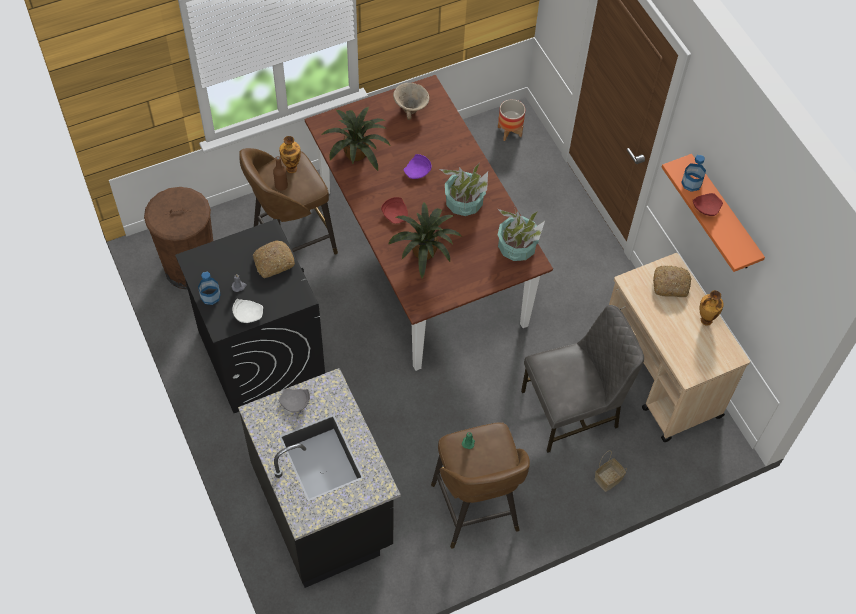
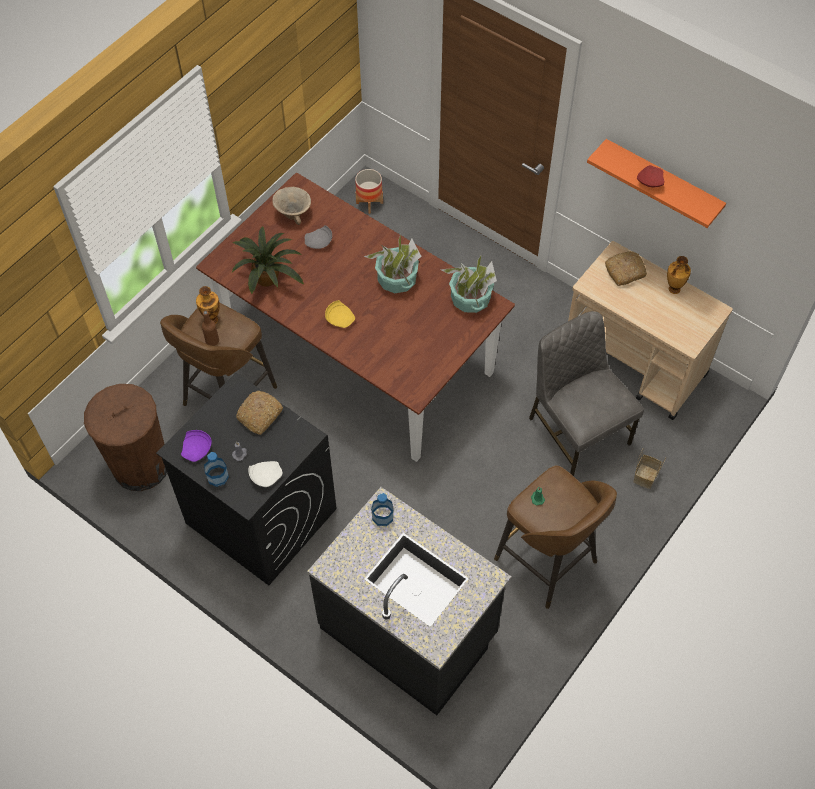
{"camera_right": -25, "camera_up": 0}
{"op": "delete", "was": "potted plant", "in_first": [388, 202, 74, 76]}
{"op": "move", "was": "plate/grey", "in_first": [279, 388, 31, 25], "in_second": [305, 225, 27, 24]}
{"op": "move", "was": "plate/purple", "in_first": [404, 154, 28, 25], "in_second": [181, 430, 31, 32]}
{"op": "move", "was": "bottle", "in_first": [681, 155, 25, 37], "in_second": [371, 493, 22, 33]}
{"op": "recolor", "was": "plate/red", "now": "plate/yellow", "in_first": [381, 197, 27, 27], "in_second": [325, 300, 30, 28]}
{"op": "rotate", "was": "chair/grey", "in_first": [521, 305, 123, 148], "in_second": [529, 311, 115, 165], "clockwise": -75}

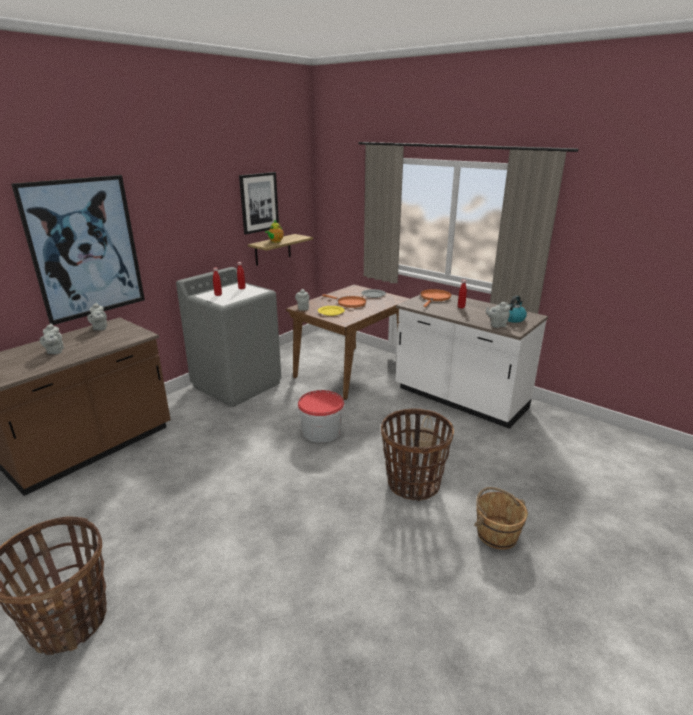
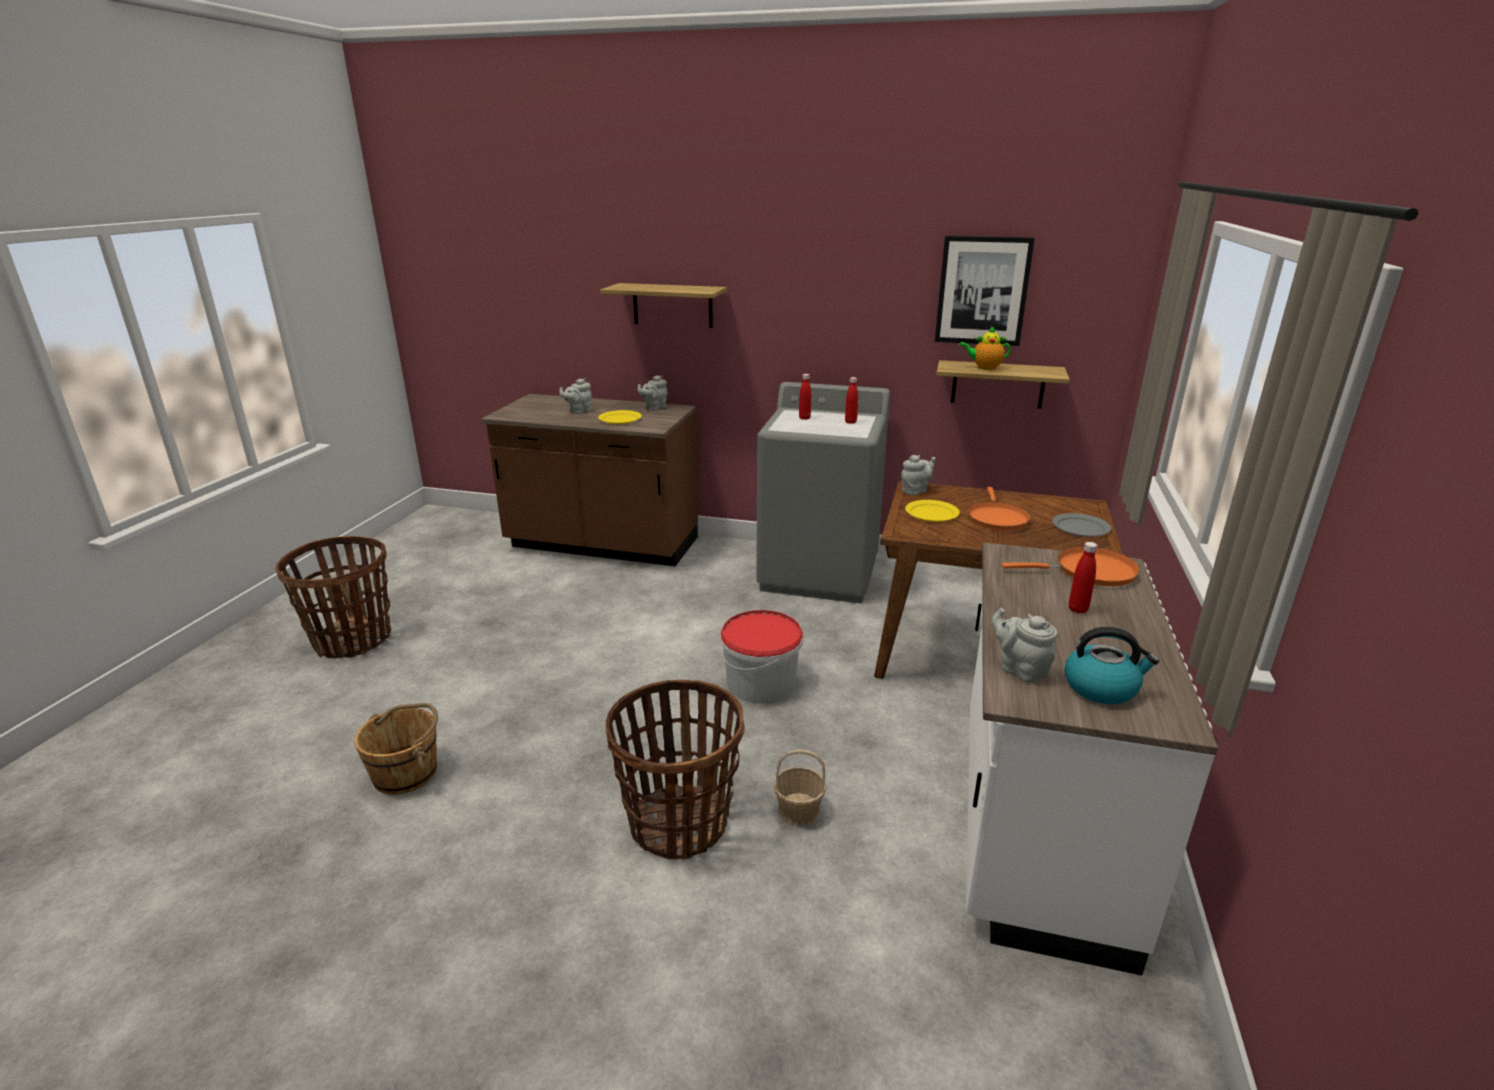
{"camera_right": 65, "camera_up": 0}
{"op": "insert", "now": "plate/yellow", "in_second": [598, 410, 44, 14]}
{"op": "move", "was": "bucket/brown", "in_first": [474, 487, 54, 63], "in_second": [354, 703, 84, 92]}
{"op": "replace", "was": "picture", "now": "shelf", "in_first": [11, 175, 134, 150], "in_second": [600, 283, 127, 45]}

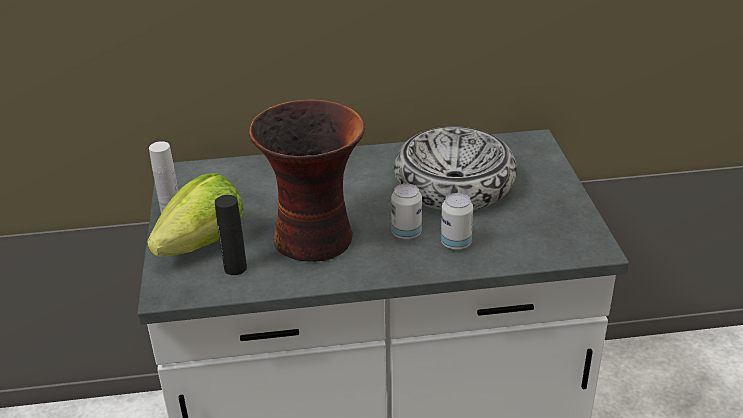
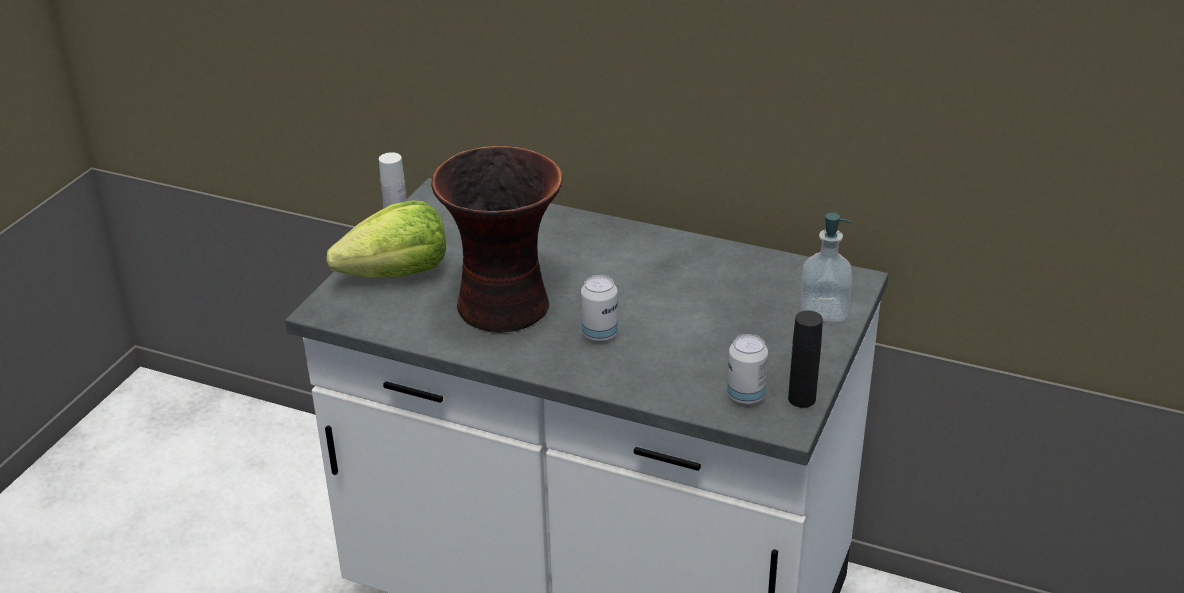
{"camera_right": 30, "camera_up": 0}
{"op": "delete", "was": "bowl", "in_first": [394, 126, 123, 84]}
{"op": "insert", "now": "soap dispenser", "in_second": [801, 213, 51, 109]}
{"op": "move", "was": "bottle/black", "in_first": [215, 195, 32, 80], "in_second": [788, 310, 35, 98]}
{"op": "move", "was": "can", "in_first": [441, 193, 32, 57], "in_second": [727, 334, 41, 71]}

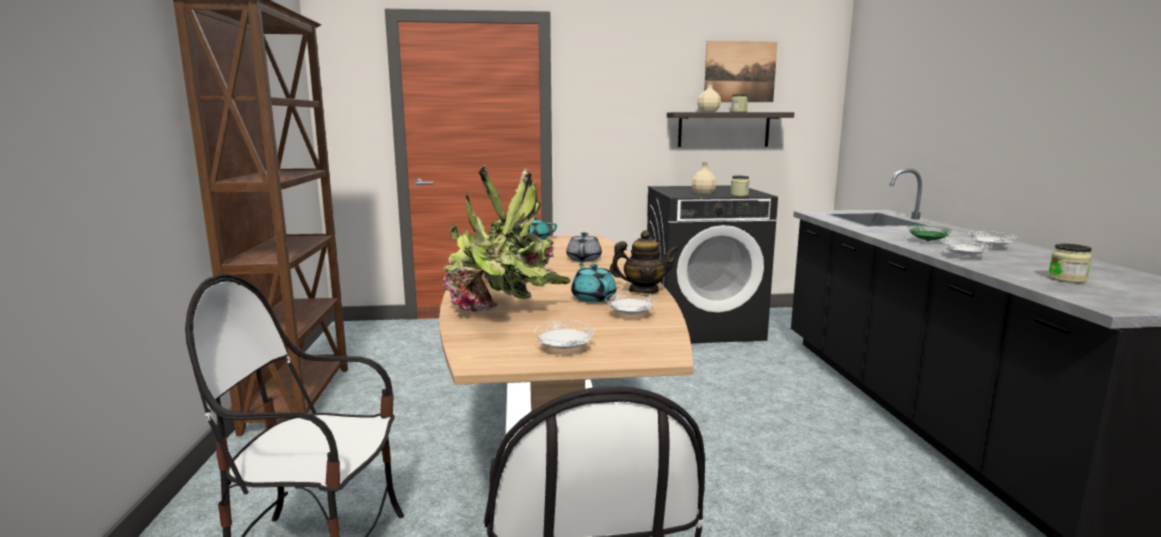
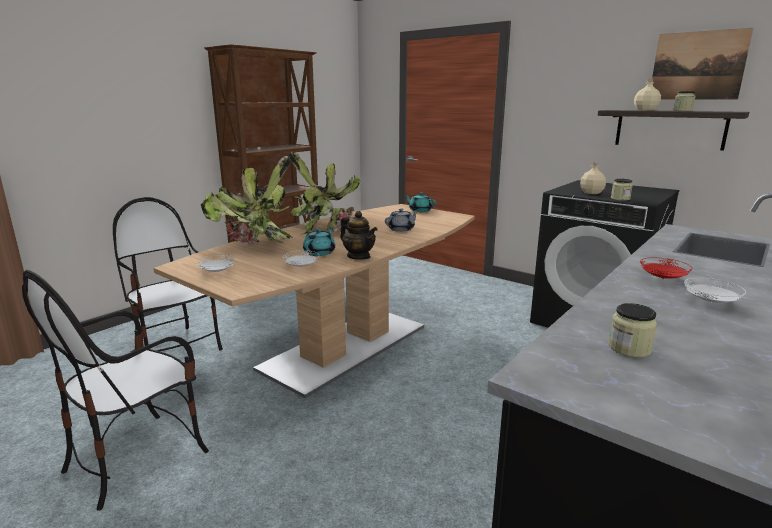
{"camera_right": 45, "camera_up": 5}
{"op": "delete", "was": "plate/white", "in_first": [941, 238, 51, 19]}
{"op": "recolor", "was": "plate/green", "now": "plate/red", "in_first": [908, 226, 44, 16], "in_second": [640, 257, 52, 22]}

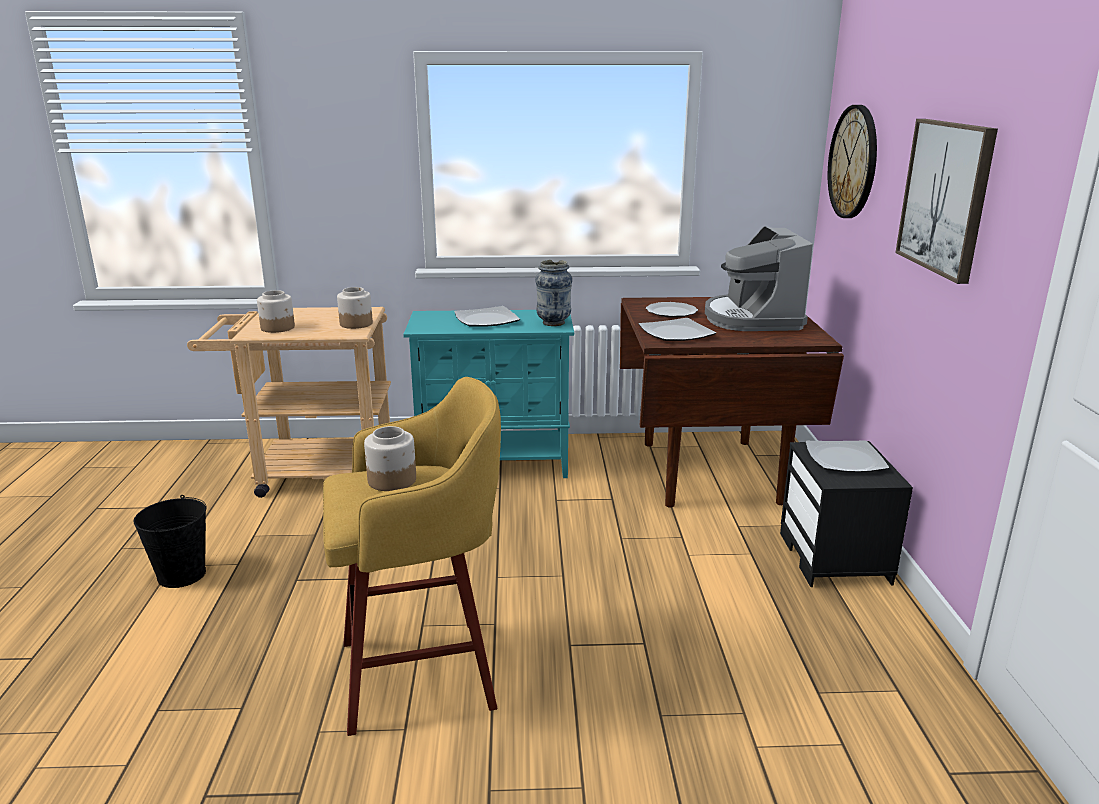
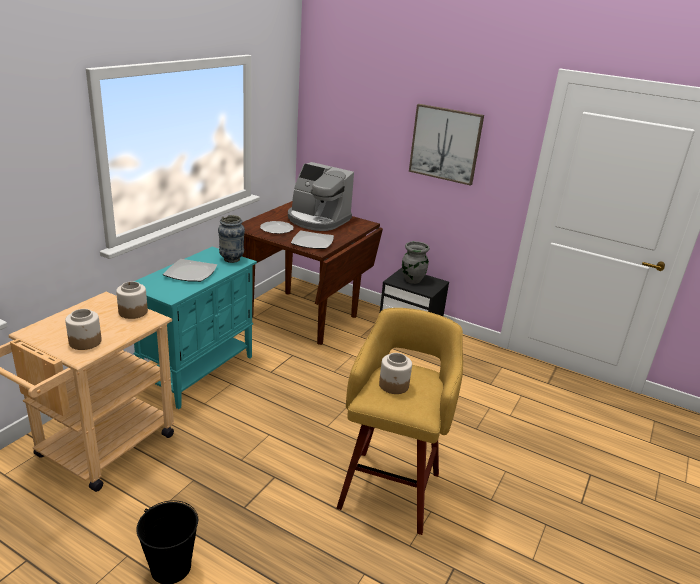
{"camera_right": -60, "camera_up": 5}
{"op": "delete", "was": "wall clock", "in_first": [828, 105, 49, 113]}
{"op": "replace", "was": "plate", "now": "vase/grey", "in_first": [805, 441, 84, 31], "in_second": [402, 241, 28, 43]}

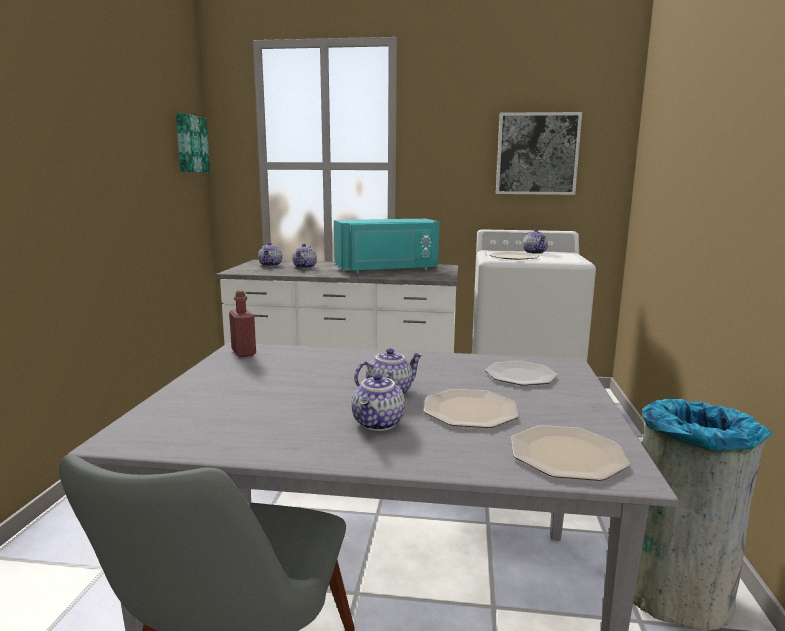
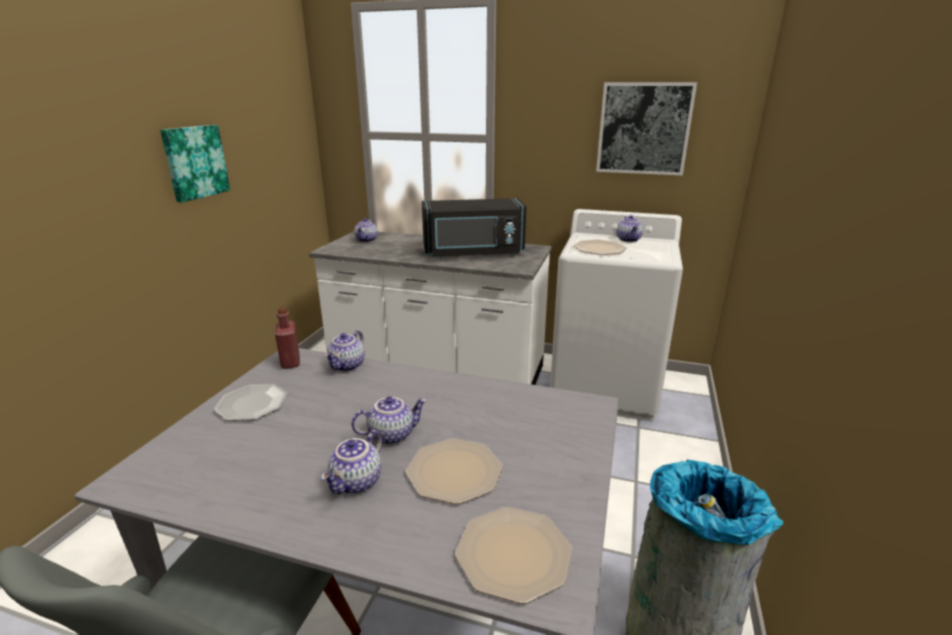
{"camera_right": 10, "camera_up": 10}
{"op": "move", "was": "picture", "in_first": [176, 113, 34, 59], "in_second": [160, 125, 70, 78]}
{"op": "move", "was": "teapot", "in_first": [292, 244, 25, 25], "in_second": [325, 330, 40, 42]}
{"op": "move", "was": "plate", "in_first": [485, 361, 73, 25], "in_second": [214, 384, 74, 37]}
{"op": "recolor", "was": "microwave/turquoise", "now": "microwave/black", "in_first": [334, 219, 105, 54], "in_second": [422, 198, 105, 60]}

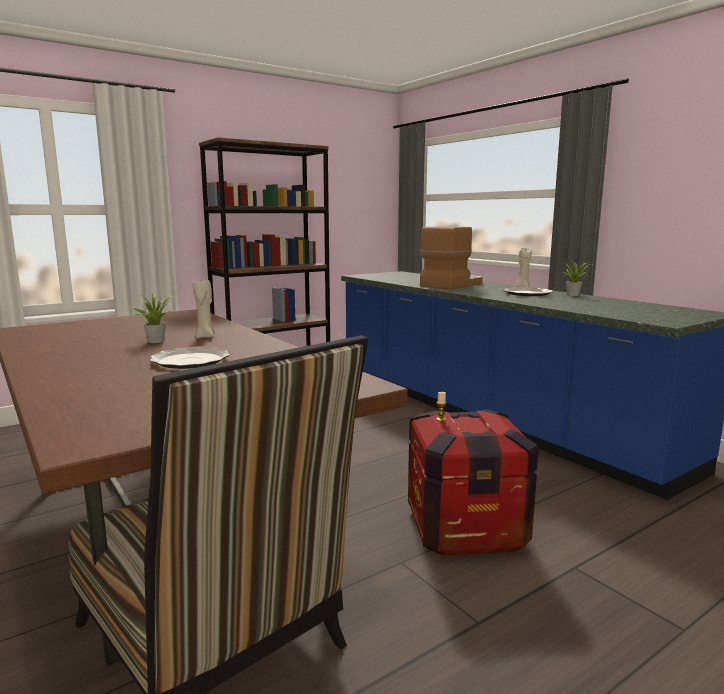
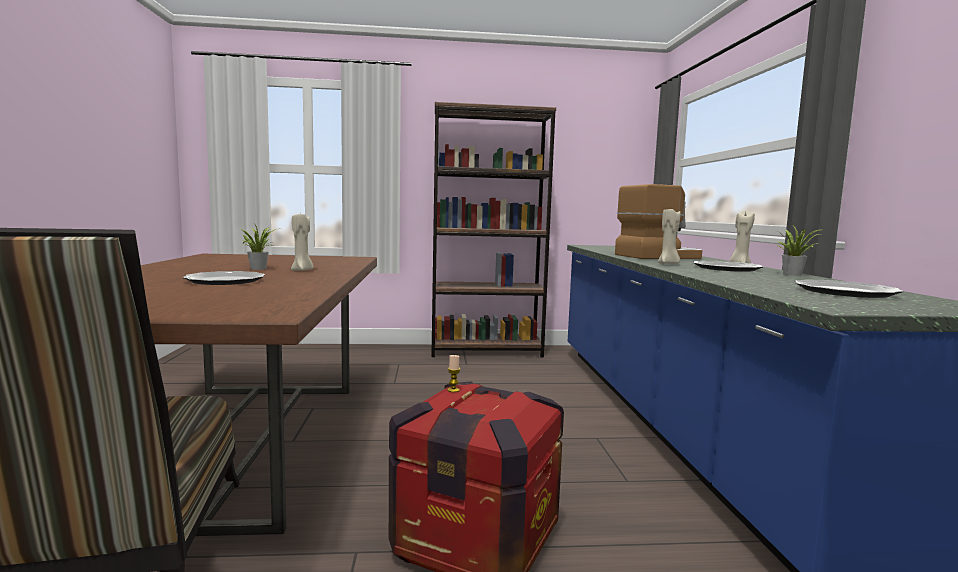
{"camera_right": 30, "camera_up": -5}
{"op": "insert", "now": "candle/beige", "in_second": [658, 209, 23, 55]}
{"op": "insert", "now": "plate", "in_second": [795, 279, 108, 19]}

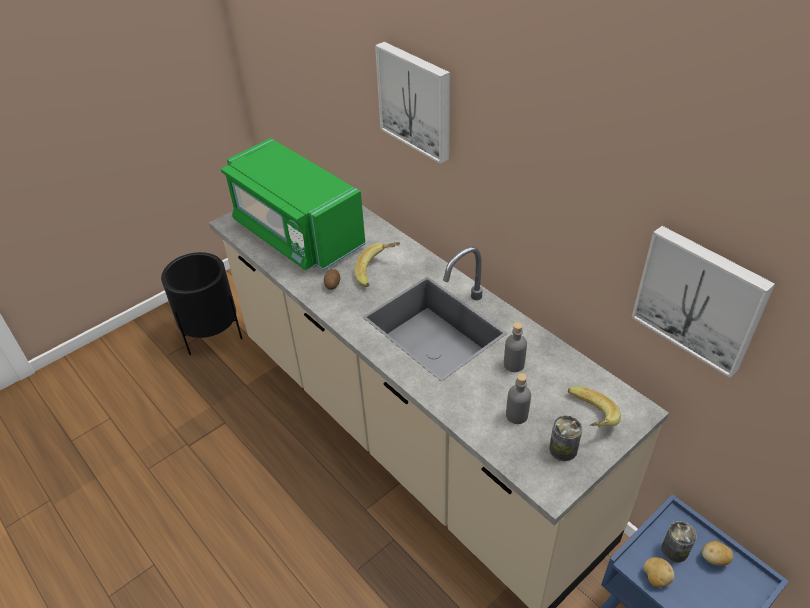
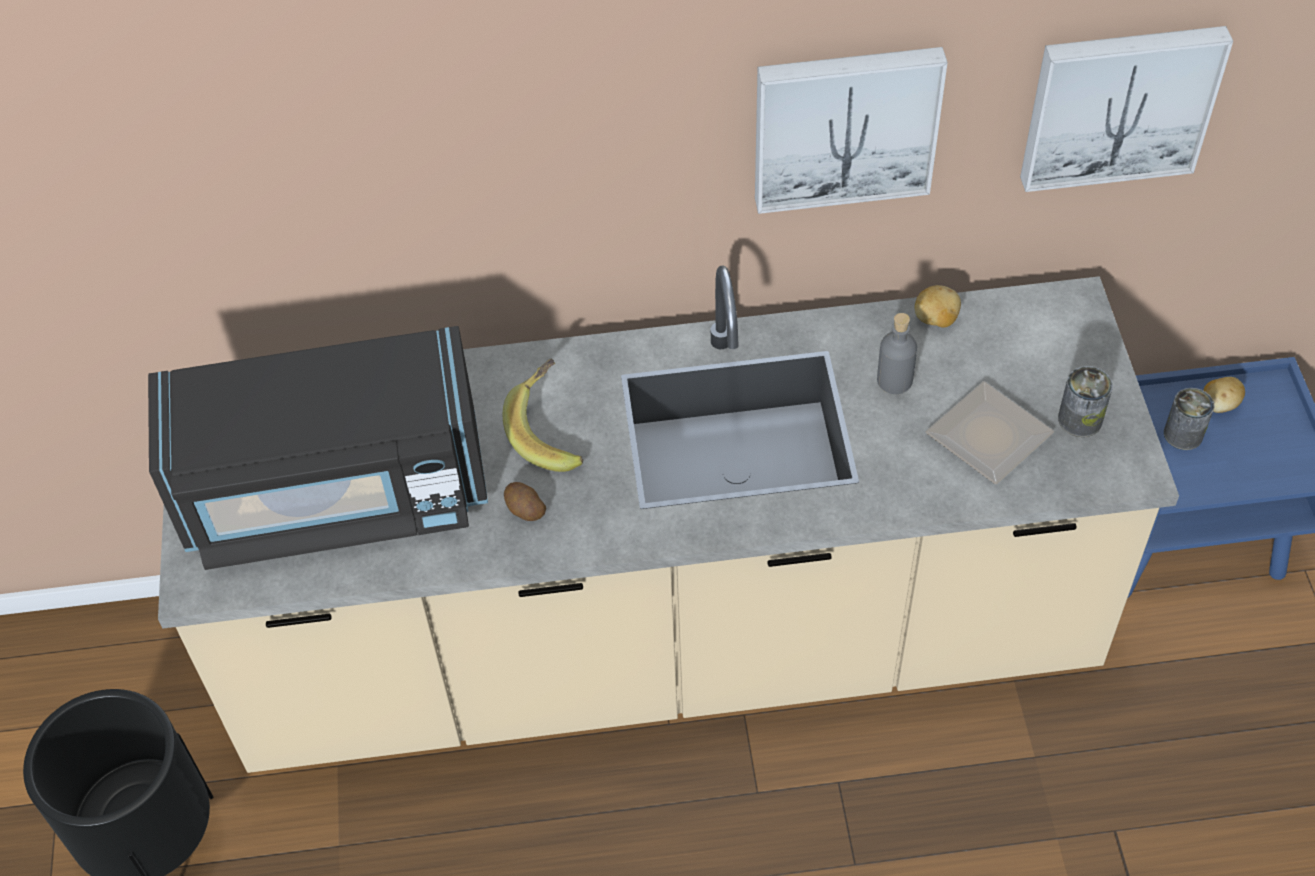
{"camera_right": -55, "camera_up": 10}
{"op": "delete", "was": "banana", "in_first": [568, 386, 53, 41]}
{"op": "move", "was": "picture", "in_first": [375, 42, 75, 122], "in_second": [755, 47, 193, 167]}
{"op": "move", "was": "potato", "in_first": [644, 557, 30, 30], "in_second": [915, 285, 46, 42]}
{"op": "replace", "was": "bottle/grey", "now": "plate", "in_first": [506, 373, 25, 51], "in_second": [925, 381, 129, 103]}
{"op": "recolor", "was": "microwave/green", "now": "microwave/black", "in_first": [221, 138, 144, 133], "in_second": [148, 326, 340, 244]}

